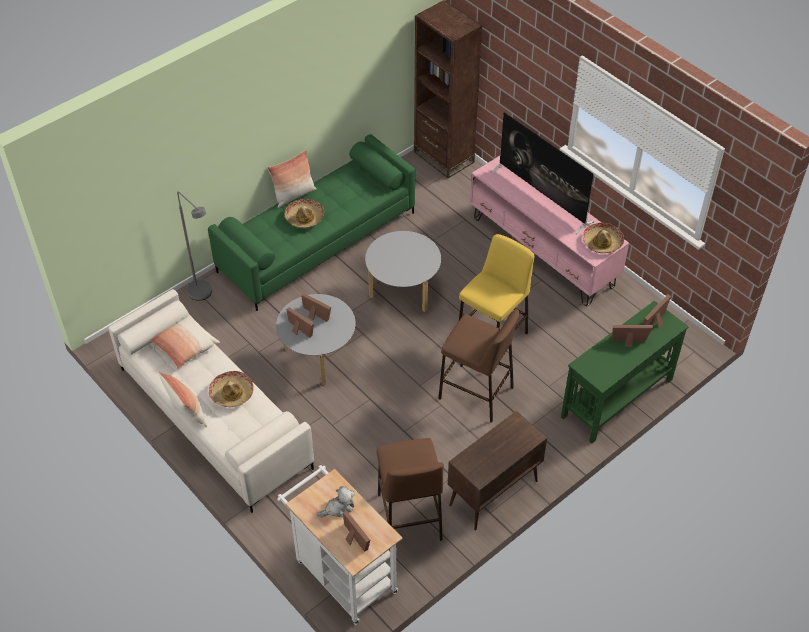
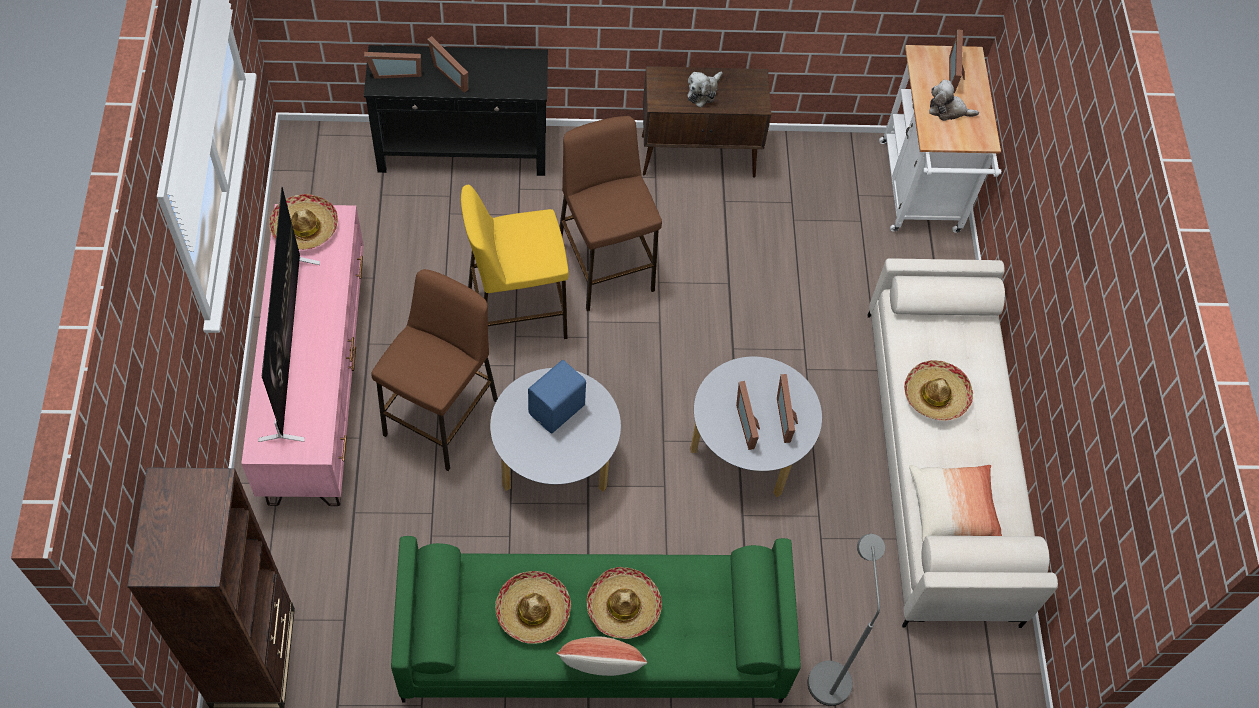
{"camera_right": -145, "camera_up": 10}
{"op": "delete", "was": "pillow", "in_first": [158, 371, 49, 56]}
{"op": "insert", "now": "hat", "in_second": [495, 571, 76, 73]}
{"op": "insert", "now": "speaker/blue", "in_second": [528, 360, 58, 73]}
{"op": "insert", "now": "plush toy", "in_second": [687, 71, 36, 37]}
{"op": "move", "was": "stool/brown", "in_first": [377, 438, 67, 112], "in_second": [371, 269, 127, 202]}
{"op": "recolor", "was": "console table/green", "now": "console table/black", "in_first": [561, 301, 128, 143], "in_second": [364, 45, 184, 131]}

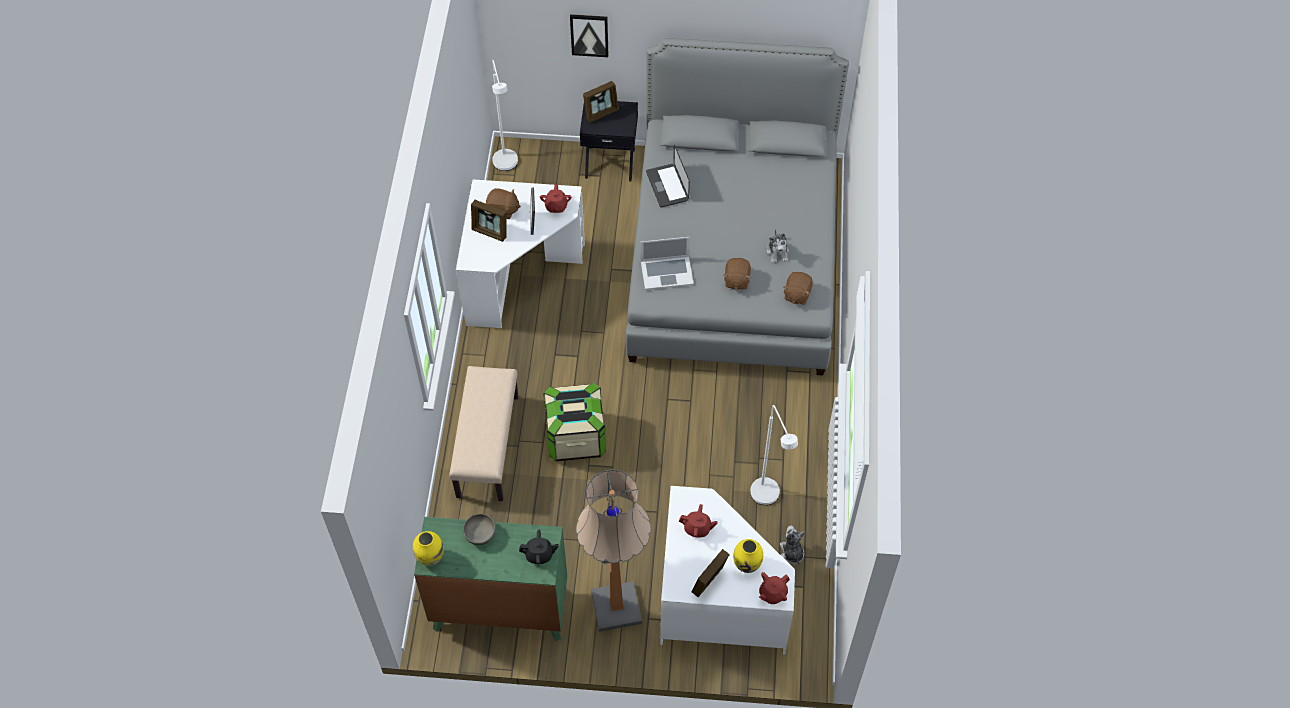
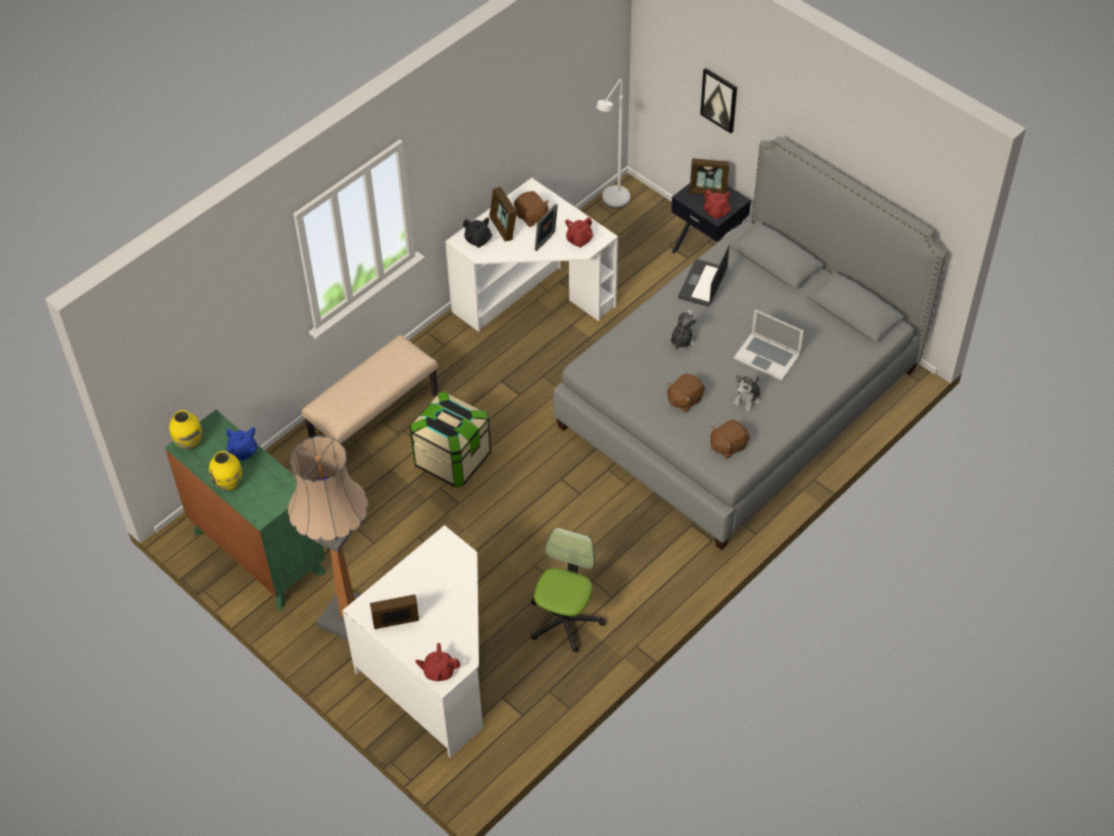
{"camera_right": 40, "camera_up": -5}
{"op": "move", "was": "teapot/black", "in_first": [519, 530, 40, 35], "in_second": [463, 217, 30, 31]}
{"op": "move", "was": "laptop", "in_first": [641, 237, 53, 53], "in_second": [734, 309, 70, 72]}
{"op": "move", "was": "teapot/red", "in_first": [679, 504, 39, 33], "in_second": [704, 190, 27, 30]}
{"op": "move", "was": "vase/yellow", "in_first": [733, 539, 30, 34], "in_second": [209, 451, 33, 40]}
{"op": "move", "was": "plush toy", "in_first": [780, 526, 25, 39], "in_second": [669, 310, 28, 40]}
{"op": "replace", "was": "bowl/grey", "now": "teapot/blue", "in_first": [463, 514, 33, 31], "in_second": [226, 427, 31, 34]}
{"op": "replace", "was": "floor lamp/white", "now": "office chair", "in_first": [750, 405, 48, 100], "in_second": [531, 527, 75, 125]}

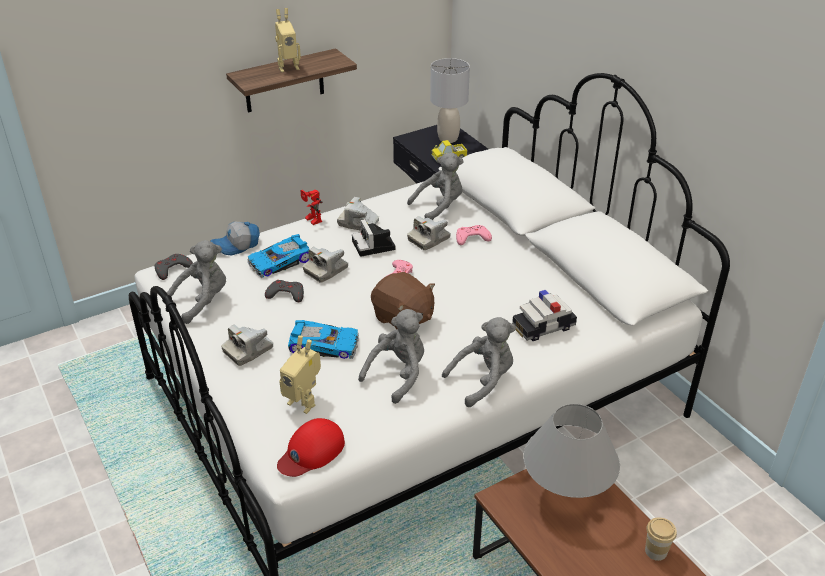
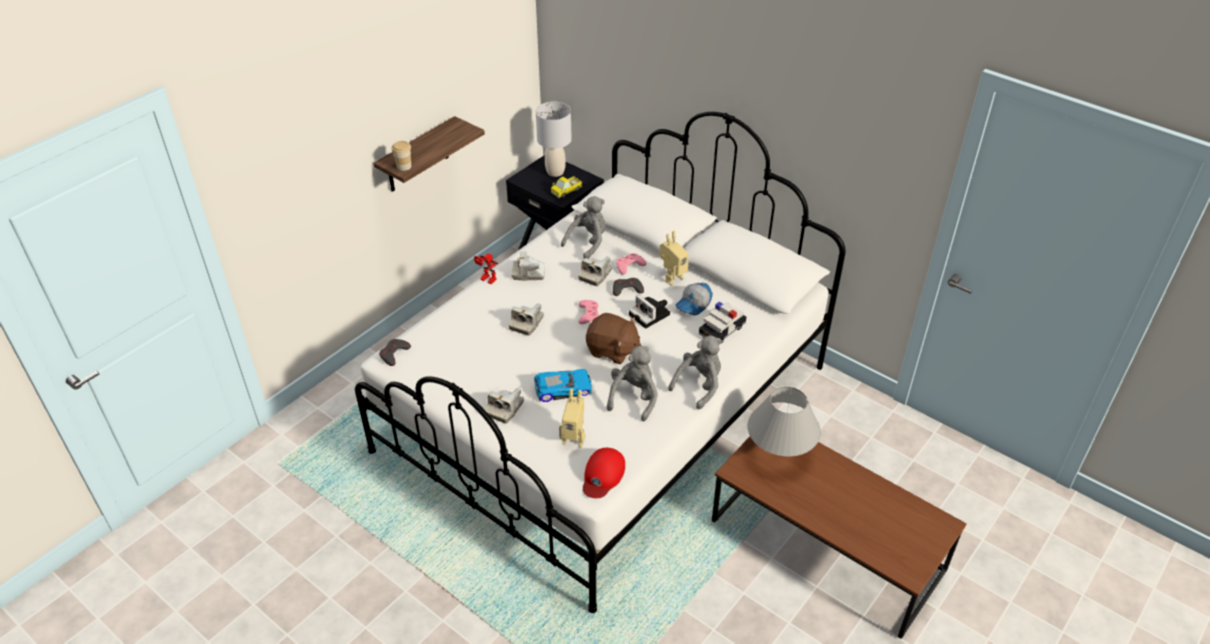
{"camera_right": -20, "camera_up": 5}
{"op": "delete", "was": "plush toy/grey", "in_first": [167, 240, 59, 84]}
{"op": "delete", "was": "toy car", "in_first": [247, 234, 62, 44]}
{"op": "move", "was": "cap", "in_first": [210, 222, 50, 33], "in_second": [676, 283, 37, 33]}
{"op": "move", "was": "game controller/grey", "in_first": [265, 280, 39, 22], "in_second": [613, 278, 31, 18]}
{"op": "move", "was": "toy robot", "in_first": [275, 8, 26, 64], "in_second": [659, 231, 30, 55]}
{"op": "move", "was": "photo camera", "in_first": [352, 219, 43, 38], "in_second": [629, 295, 41, 34]}
{"op": "move", "was": "cup", "in_first": [645, 517, 32, 44], "in_second": [392, 141, 19, 30]}

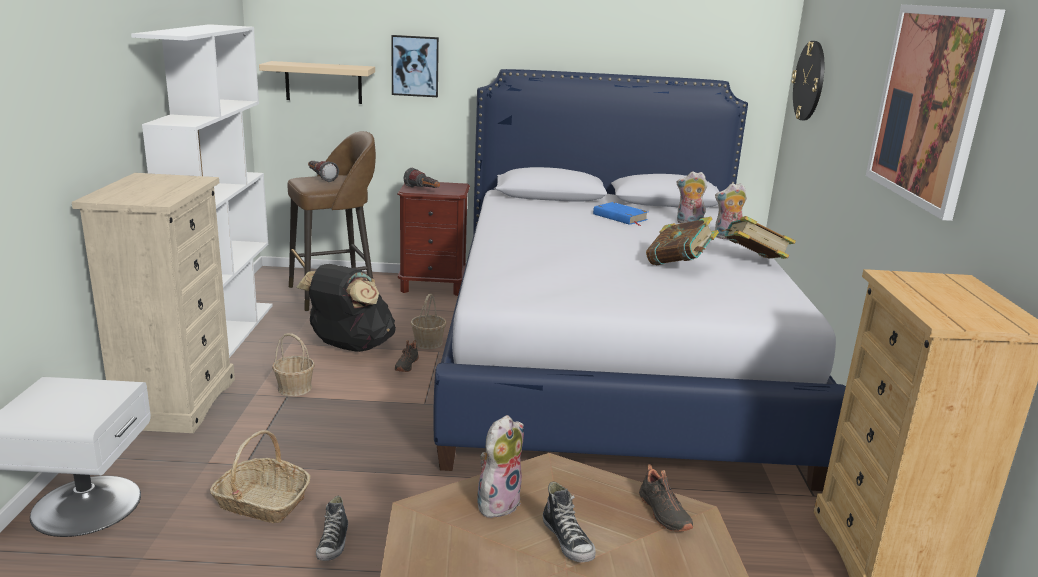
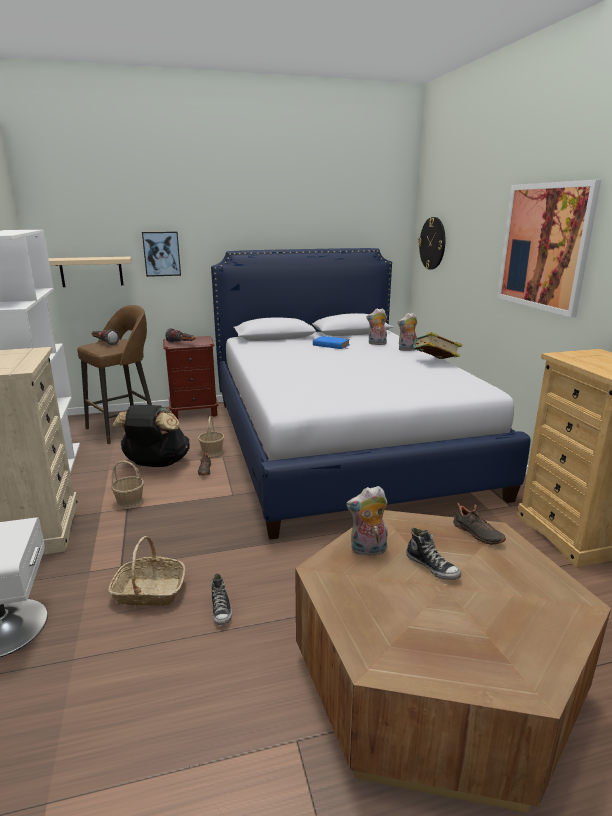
{"camera_right": -15, "camera_up": 0}
{"op": "delete", "was": "book", "in_first": [646, 217, 73, 48]}
{"op": "rotate", "was": "plush toy", "in_first": [477, 415, 47, 103], "in_second": [346, 486, 42, 70], "clockwise": -120}

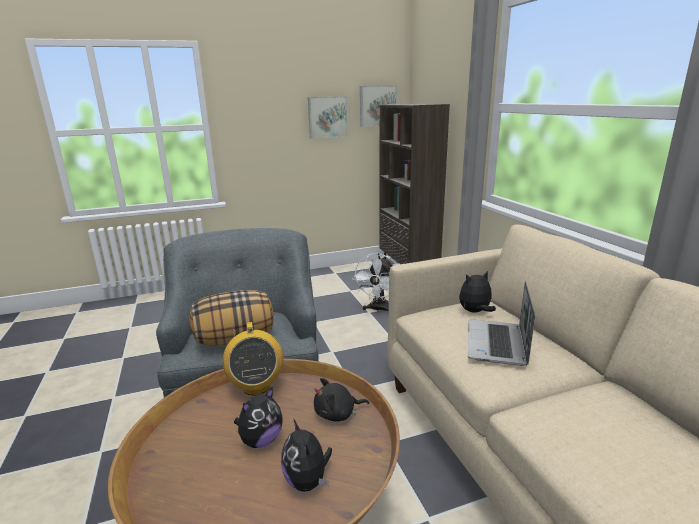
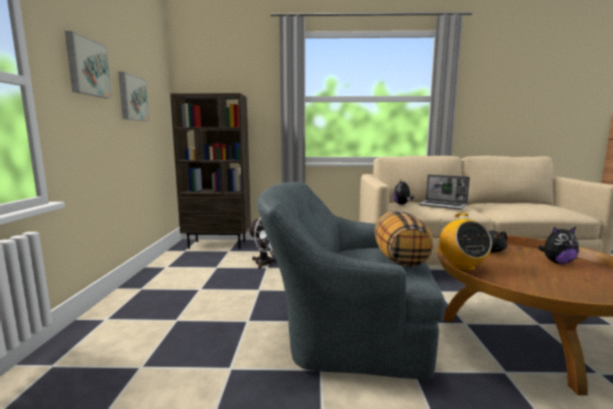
{"camera_right": -70, "camera_up": -10}
{"op": "delete", "was": "plush toy", "in_first": [234, 386, 48, 62]}
{"op": "move", "was": "picture", "in_first": [360, 85, 37, 42], "in_second": [65, 31, 47, 68]}
{"op": "rotate", "was": "radio", "in_first": [223, 322, 60, 73], "in_second": [439, 213, 53, 58], "clockwise": 75}

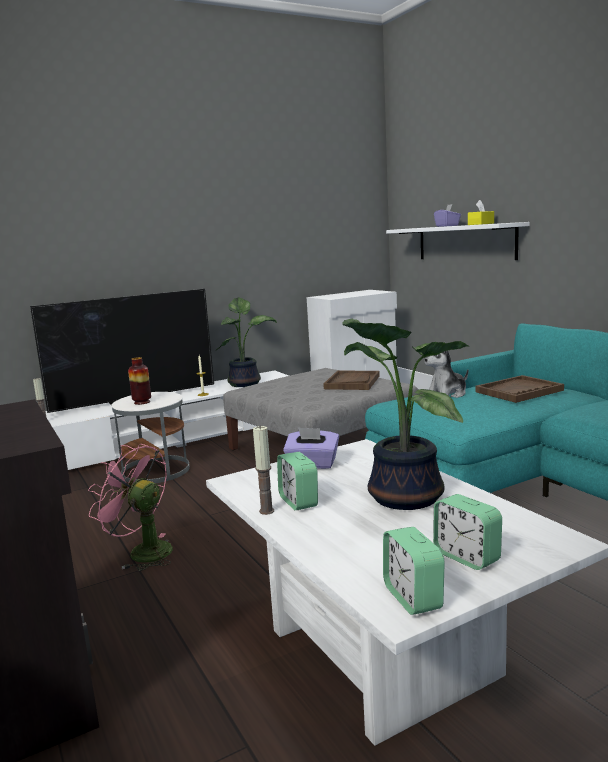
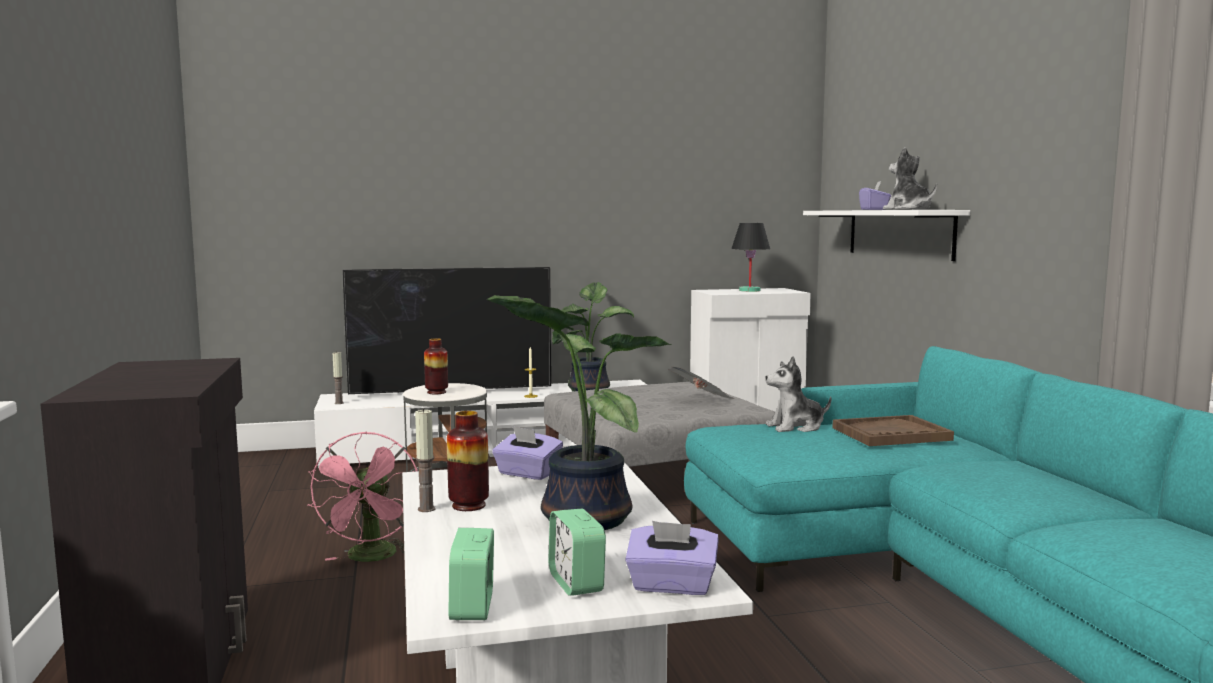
{"camera_right": 15, "camera_up": -5}
{"op": "insert", "now": "tissue box/purple", "in_second": [625, 521, 94, 74]}
{"op": "insert", "now": "table lamp/black", "in_second": [731, 223, 39, 69]}
{"op": "replace", "was": "alarm clock", "now": "vase", "in_first": [277, 452, 41, 58], "in_second": [447, 411, 42, 100]}
{"op": "replace", "was": "tray/brown", "now": "newspaper", "in_first": [323, 371, 57, 19], "in_second": [668, 367, 67, 32]}
{"op": "replace", "was": "tissue box/yellow", "now": "plush toy", "in_first": [468, 200, 26, 25], "in_second": [883, 147, 54, 63]}
{"op": "rotate", "was": "fan/pink", "in_first": [88, 444, 85, 127], "in_second": [307, 431, 111, 131], "clockwise": -135}

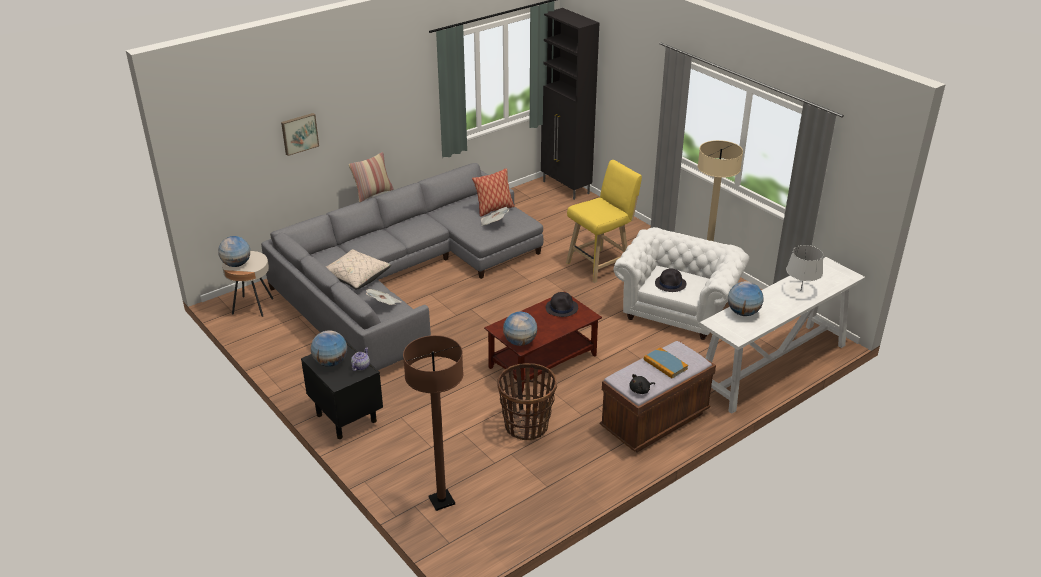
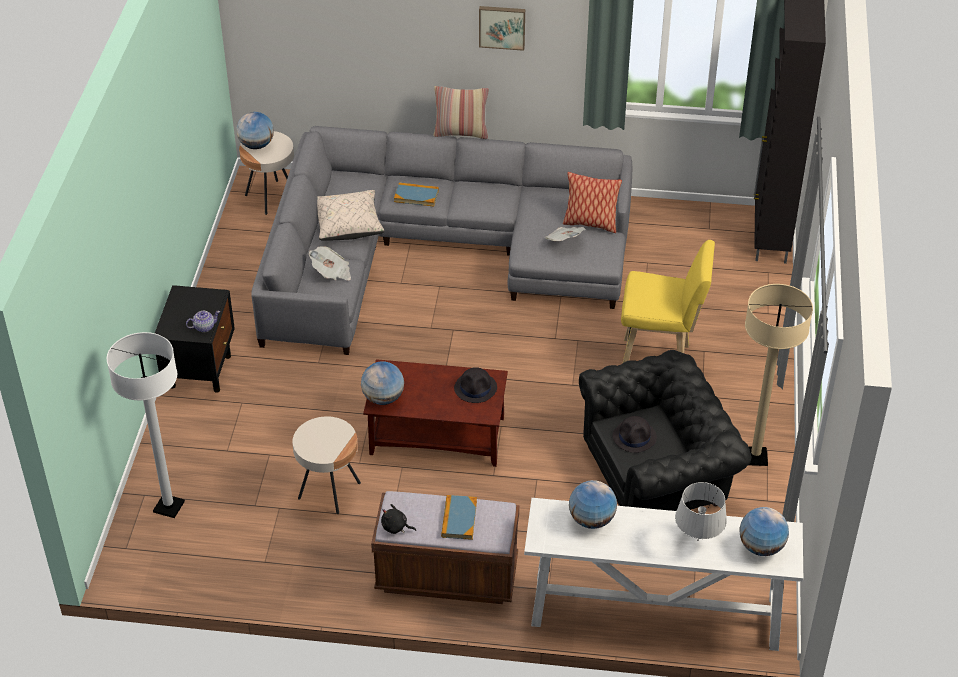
{"camera_right": 45, "camera_up": 10}
{"op": "insert", "now": "book", "in_second": [394, 183, 45, 24]}
{"op": "move", "was": "picture", "in_first": [281, 113, 38, 43], "in_second": [479, 6, 46, 45]}
{"op": "move", "was": "globe", "in_first": [311, 331, 36, 36], "in_second": [739, 507, 50, 49]}
{"op": "replace", "was": "basket", "now": "side table/beige", "in_first": [497, 363, 60, 77], "in_second": [293, 416, 68, 98]}
{"op": "recolor", "was": "floor lamp/brown", "now": "floor lamp/white", "in_first": [403, 335, 61, 176], "in_second": [106, 332, 79, 186]}
{"op": "recolor", "was": "armchair/white", "now": "armchair/black", "in_first": [613, 227, 136, 113], "in_second": [579, 350, 172, 161]}

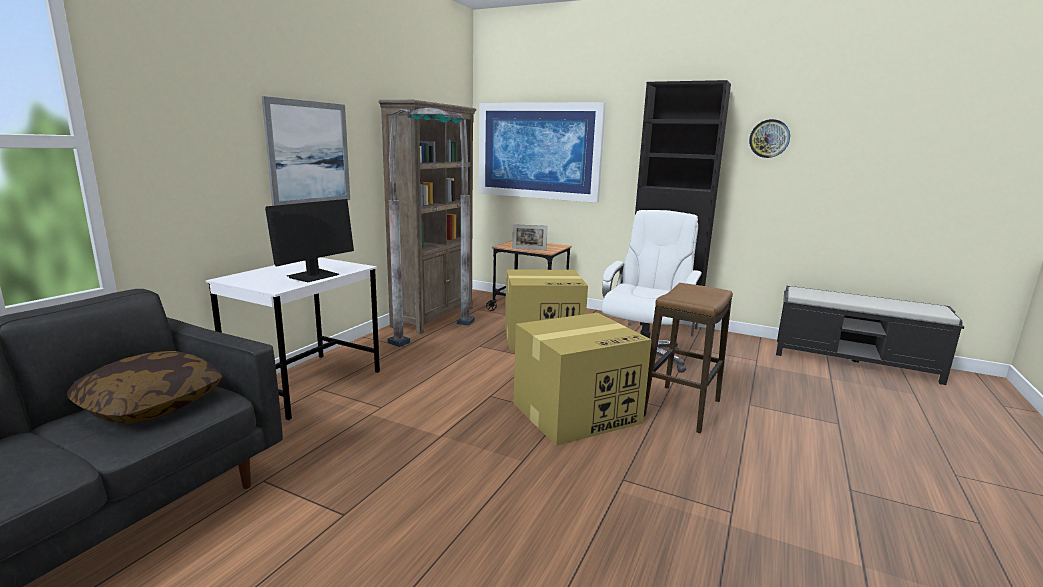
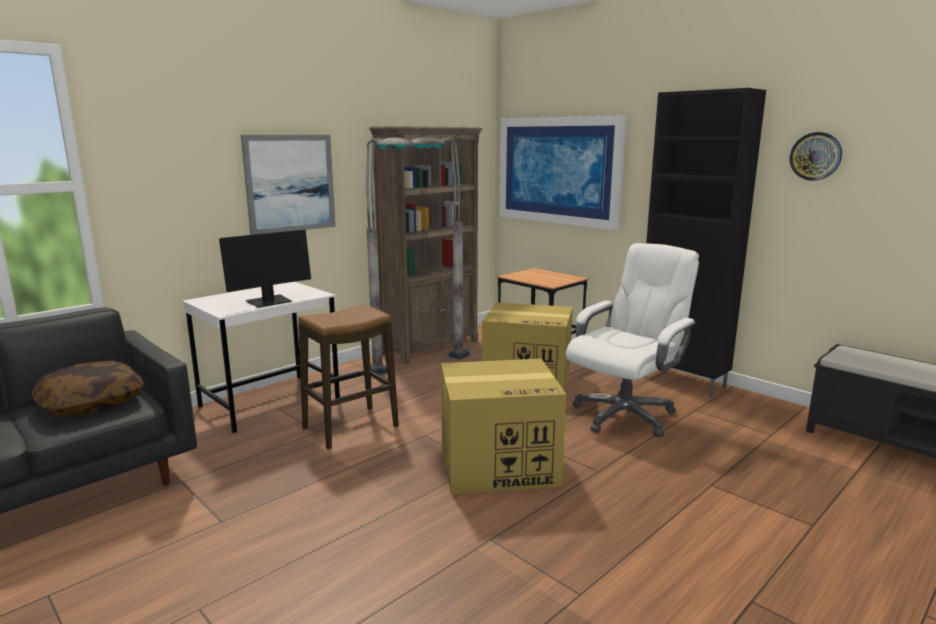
{"camera_right": 20, "camera_up": 0}
{"op": "delete", "was": "picture frame", "in_first": [512, 224, 35, 26]}
{"op": "move", "was": "stool", "in_first": [644, 283, 89, 150], "in_second": [298, 304, 101, 145]}

